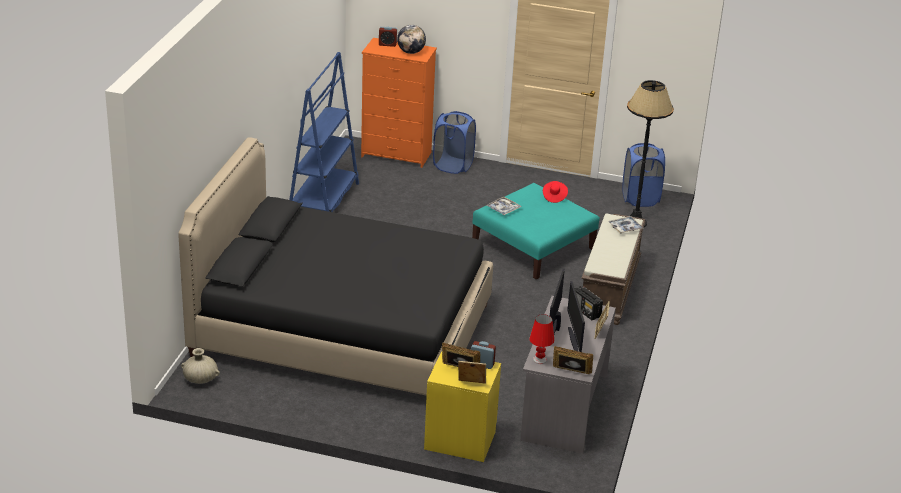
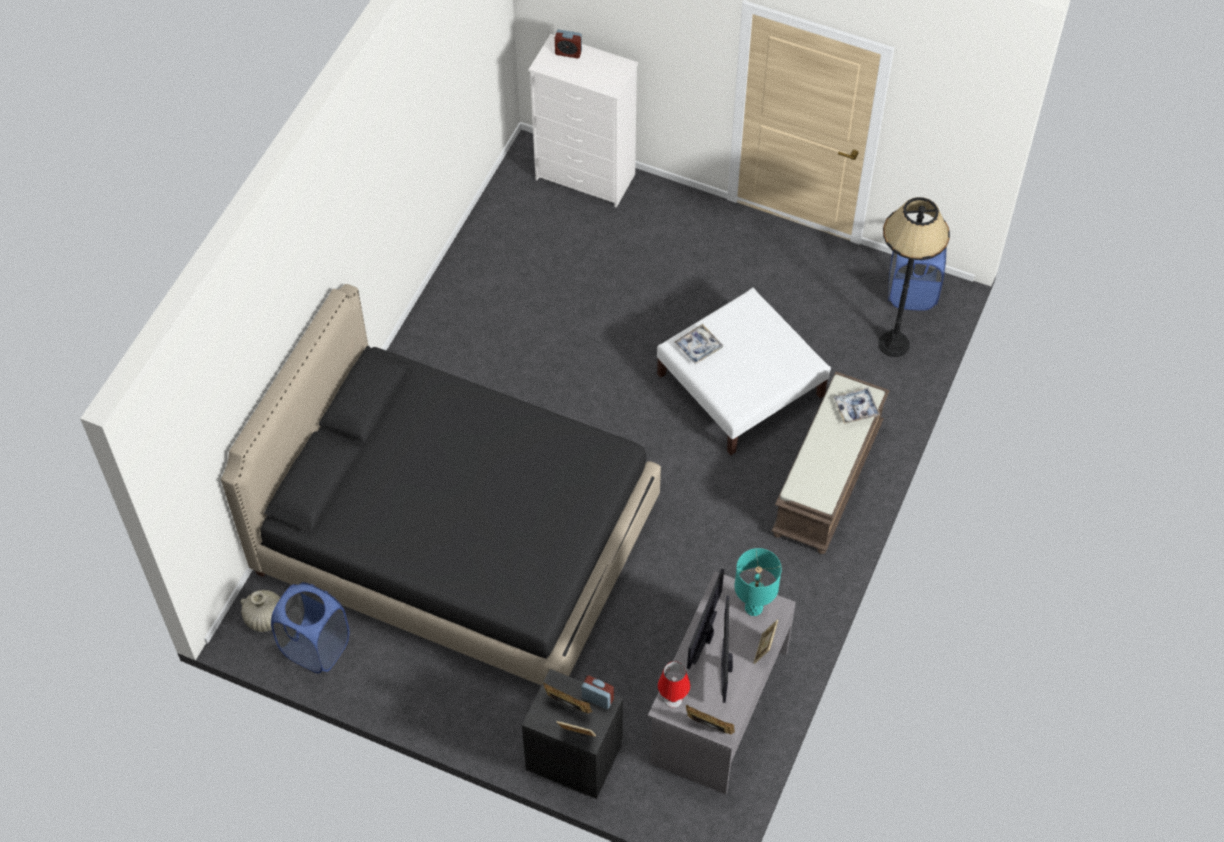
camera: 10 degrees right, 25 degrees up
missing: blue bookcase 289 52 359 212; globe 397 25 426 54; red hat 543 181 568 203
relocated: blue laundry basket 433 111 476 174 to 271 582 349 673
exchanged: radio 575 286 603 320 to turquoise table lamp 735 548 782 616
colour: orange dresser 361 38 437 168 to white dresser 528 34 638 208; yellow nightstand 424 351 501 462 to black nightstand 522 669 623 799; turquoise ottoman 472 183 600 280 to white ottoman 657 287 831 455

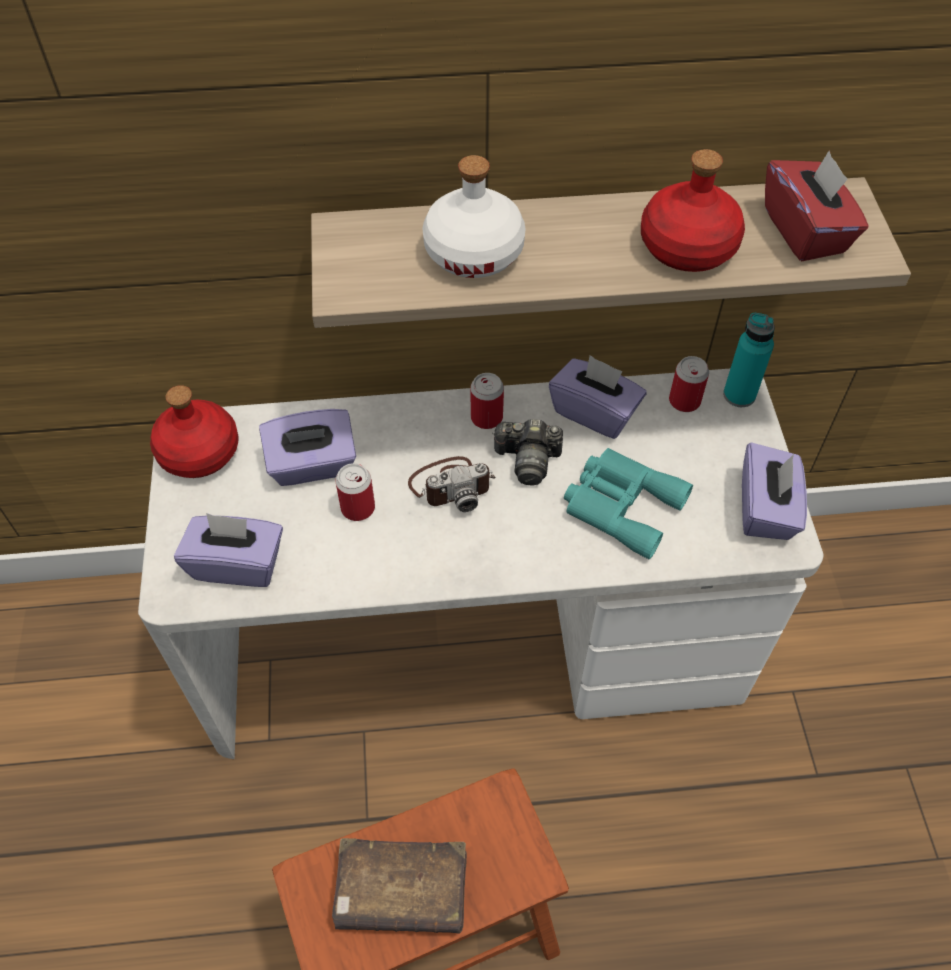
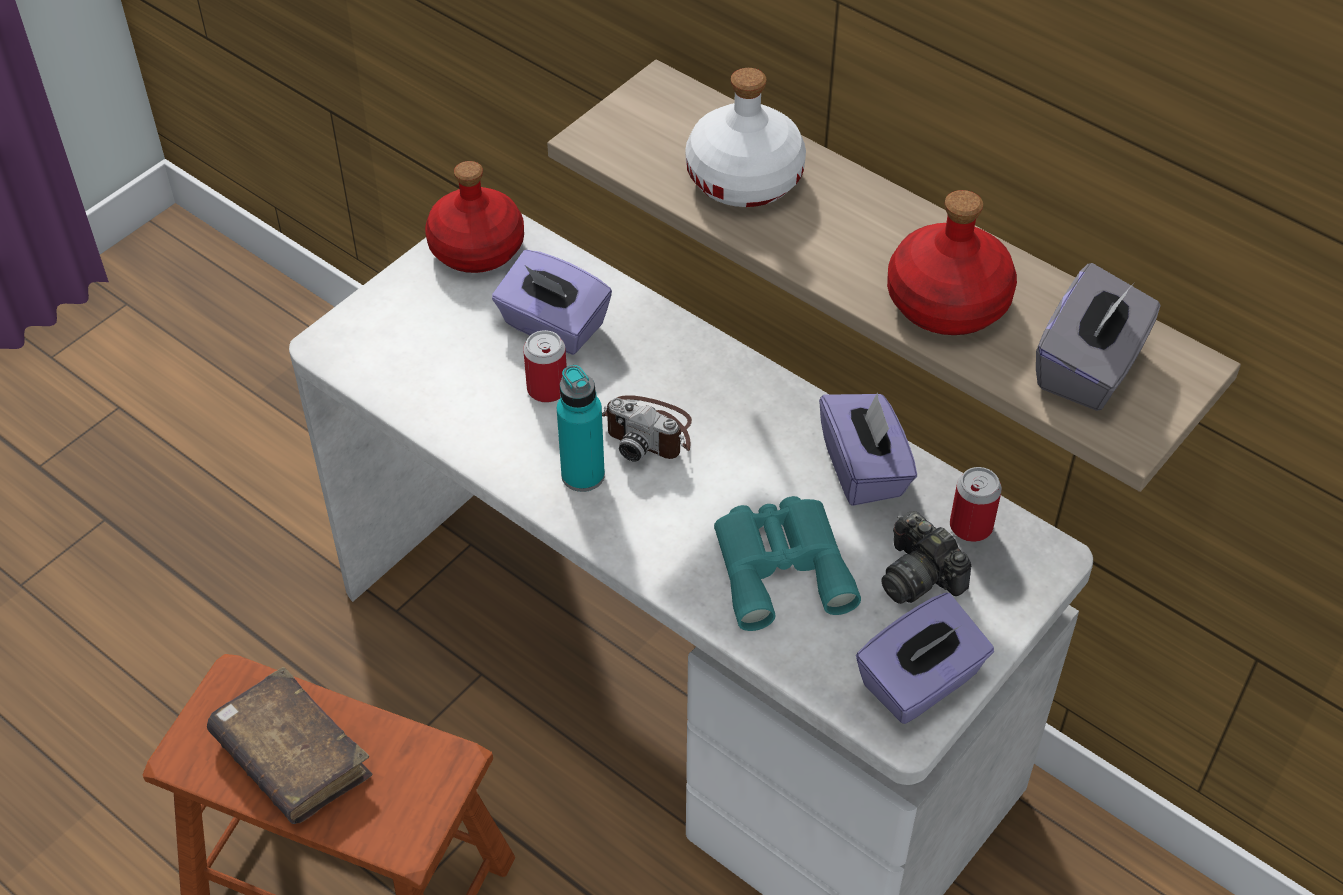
camera: 45 degrees right, 5 degrees down
missing: purple tissue box 174 513 283 587; can 471 373 504 429
relocated: photo camera 492 419 563 485 to 881 511 971 604; turquoise bottle 723 313 775 407 to 557 365 605 492
colour: red tissue box 765 150 869 261 to grey tissue box 1036 263 1161 411

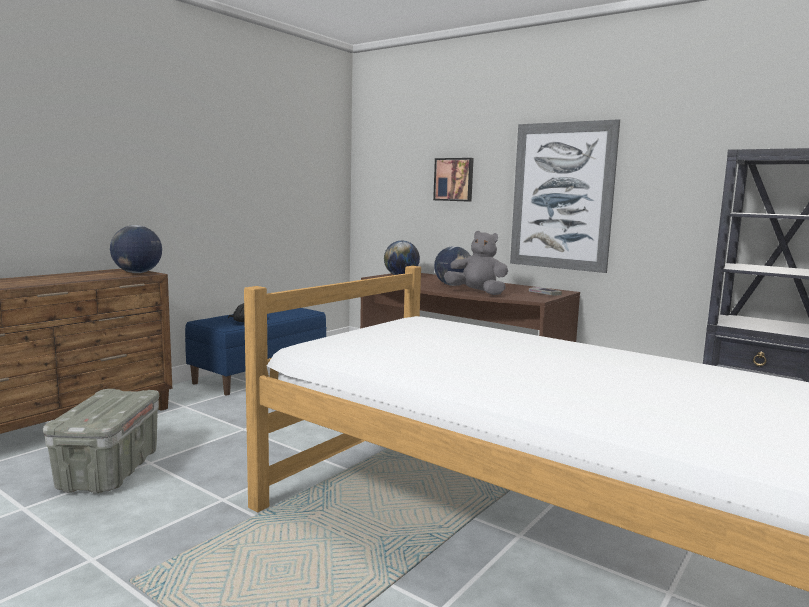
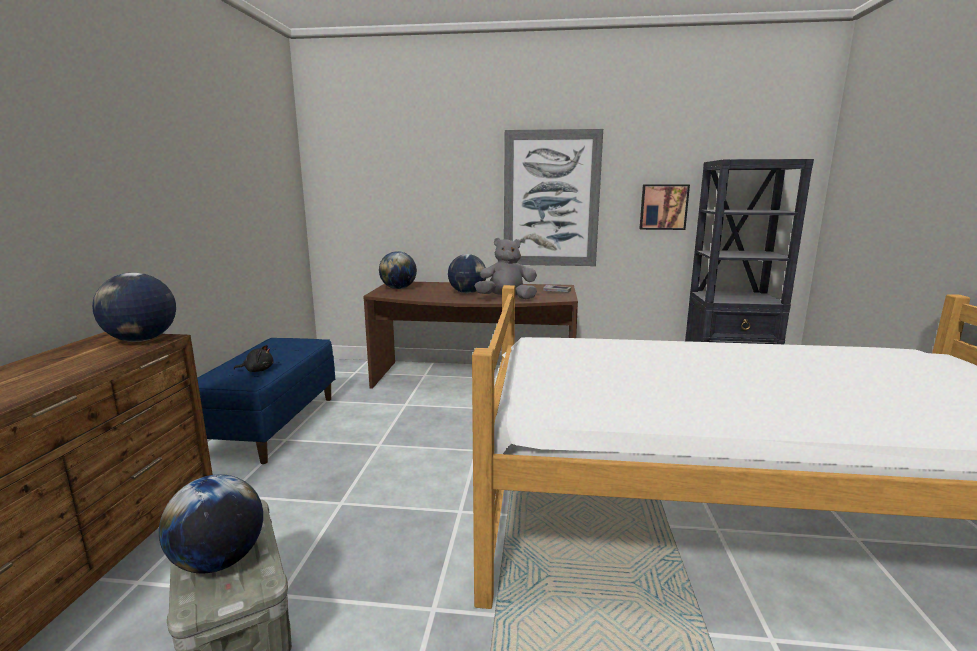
camera: 30 degrees left, 5 degrees up
appeared: globe 159 474 263 573
relocated: picture 433 158 474 202 to 639 185 690 230

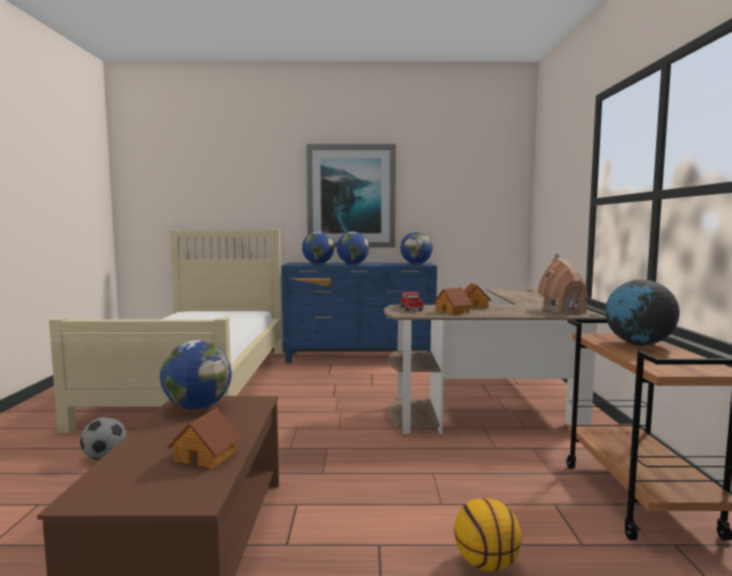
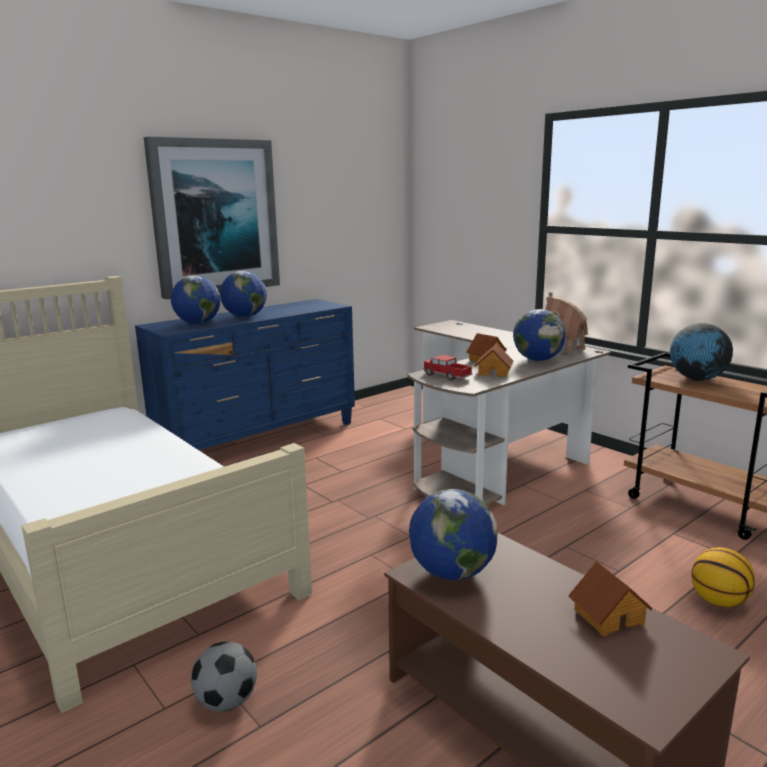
camera: 40 degrees left, 10 degrees up
relocated: globe 400 232 433 264 to 513 309 566 361

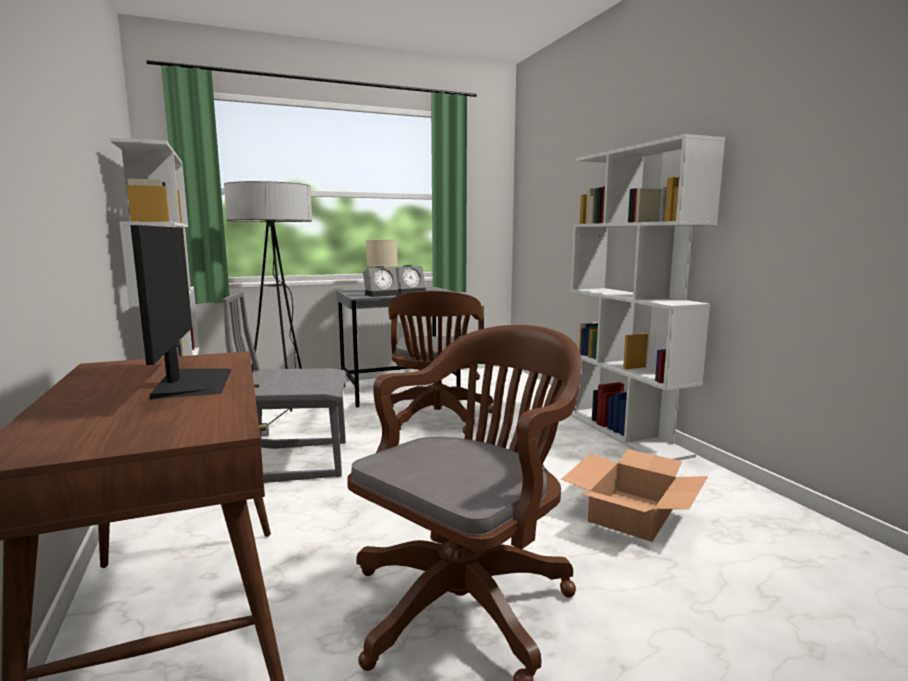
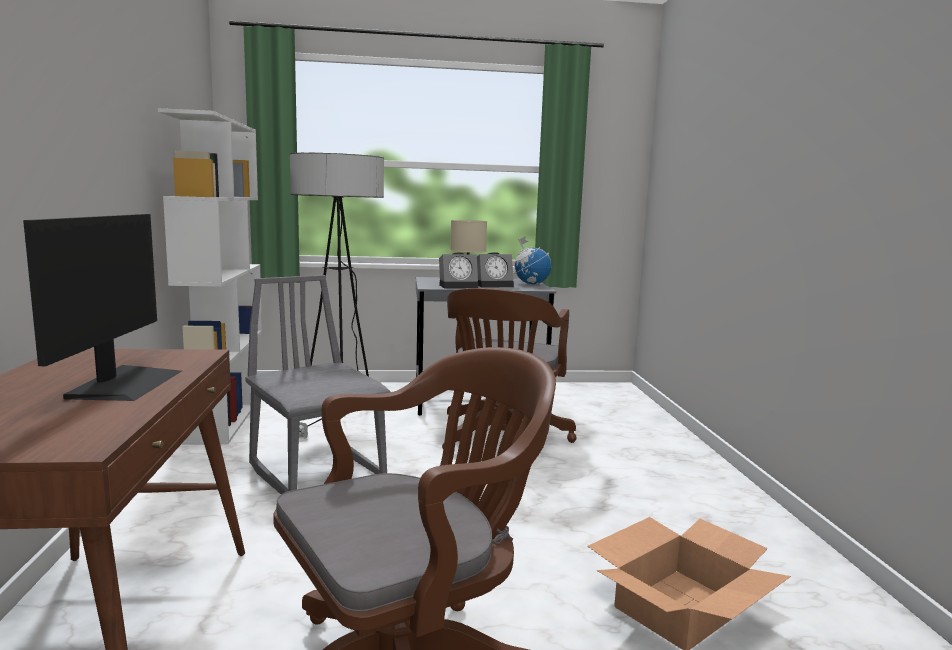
camera: 15 degrees right, 0 degrees up
missing: white bookcase 570 134 725 461
appeared: globe 513 236 551 284
spun: grey chair 223 291 347 483 = 245 275 391 494 45 degrees clockwise

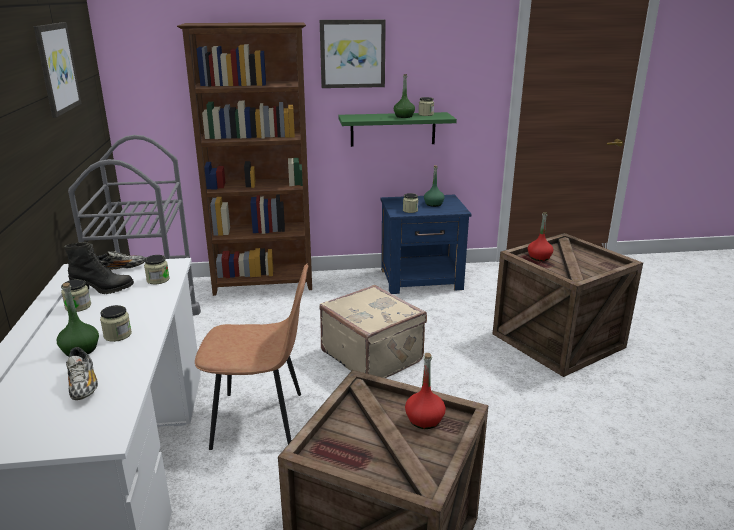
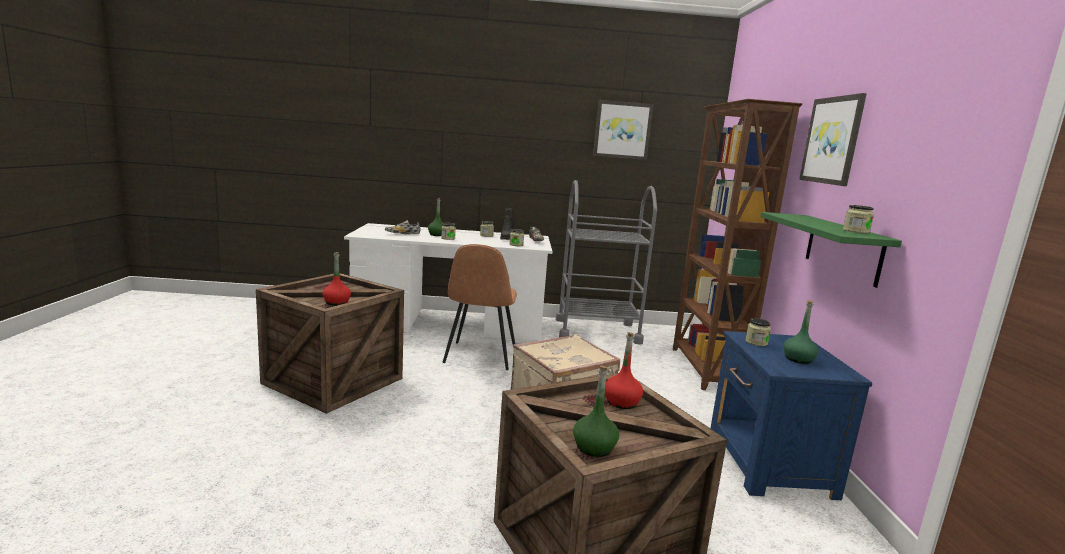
camera: 95 degrees right, 10 degrees down
relocated: green bottle 394 74 415 118 to 573 366 619 457

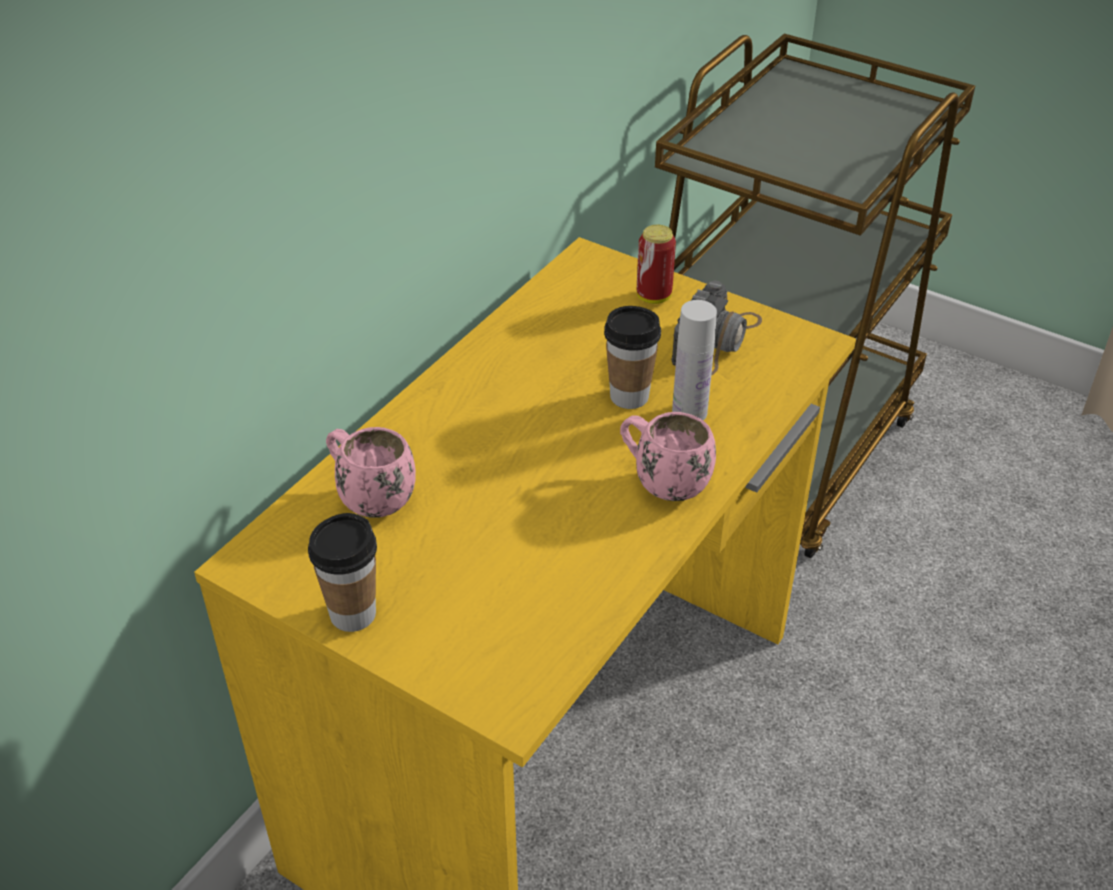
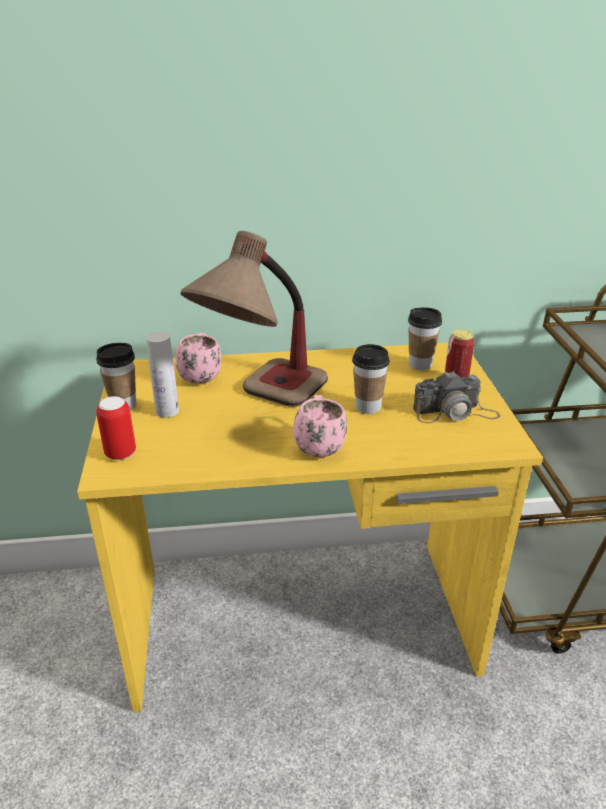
camera: 50 degrees right, 10 degrees down
appeared: can 96 396 136 460; table lamp 180 231 328 407; cup 408 307 442 370
relocated: white bottle 672 300 717 420 to 146 332 179 418

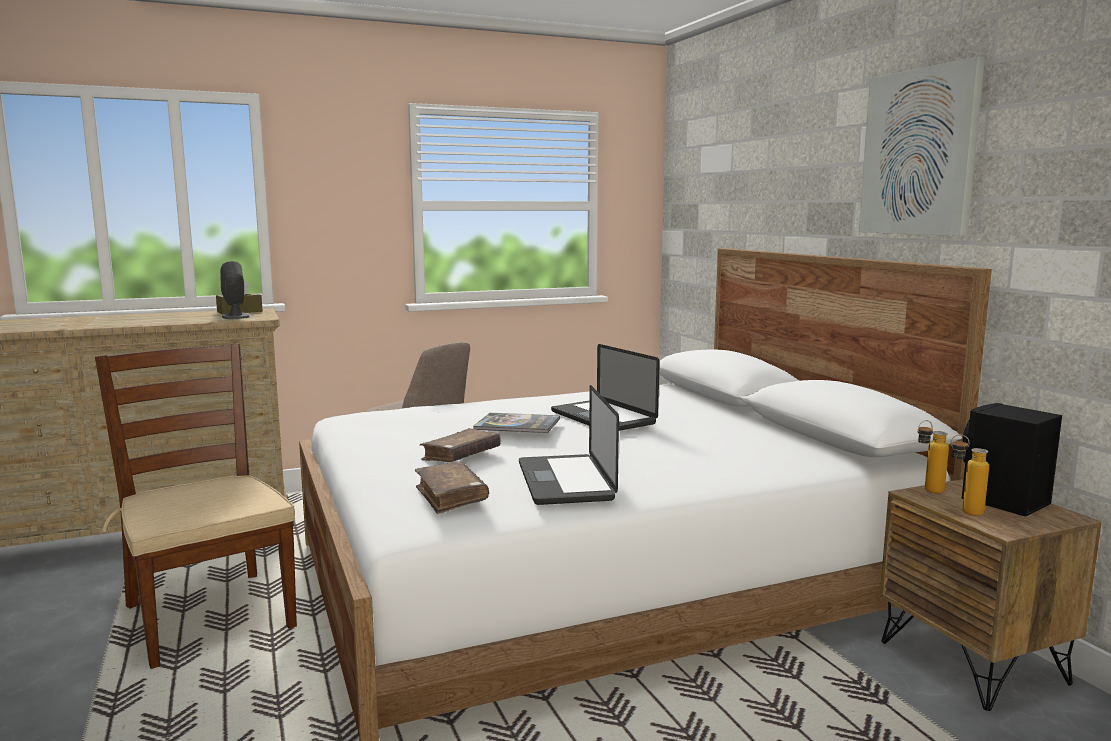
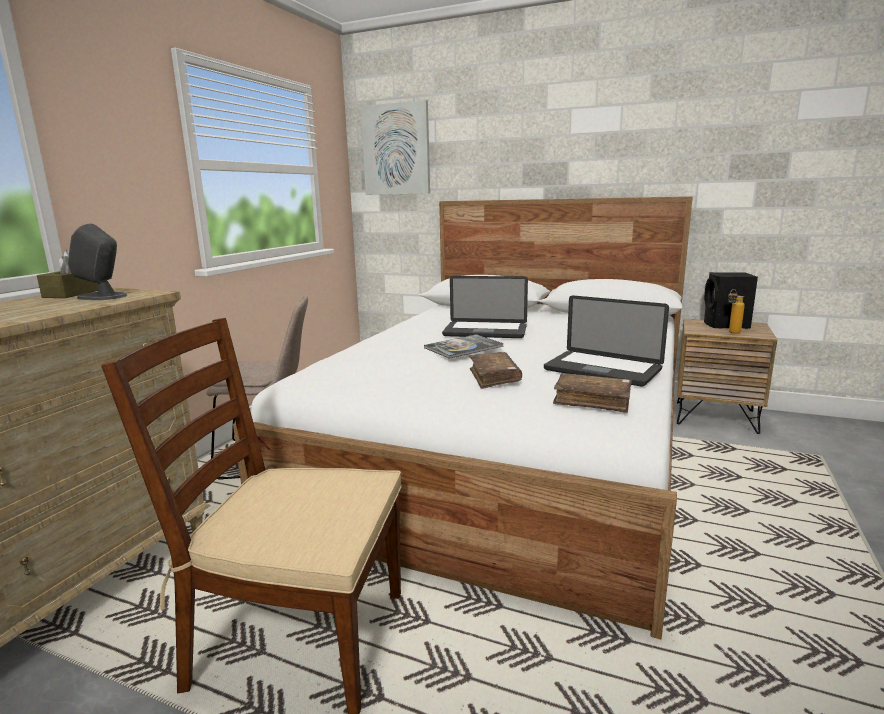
camera: 45 degrees left, 5 degrees up
missing: bottle 918 420 949 494
relocated: picture 859 56 985 236 to 361 100 430 195

